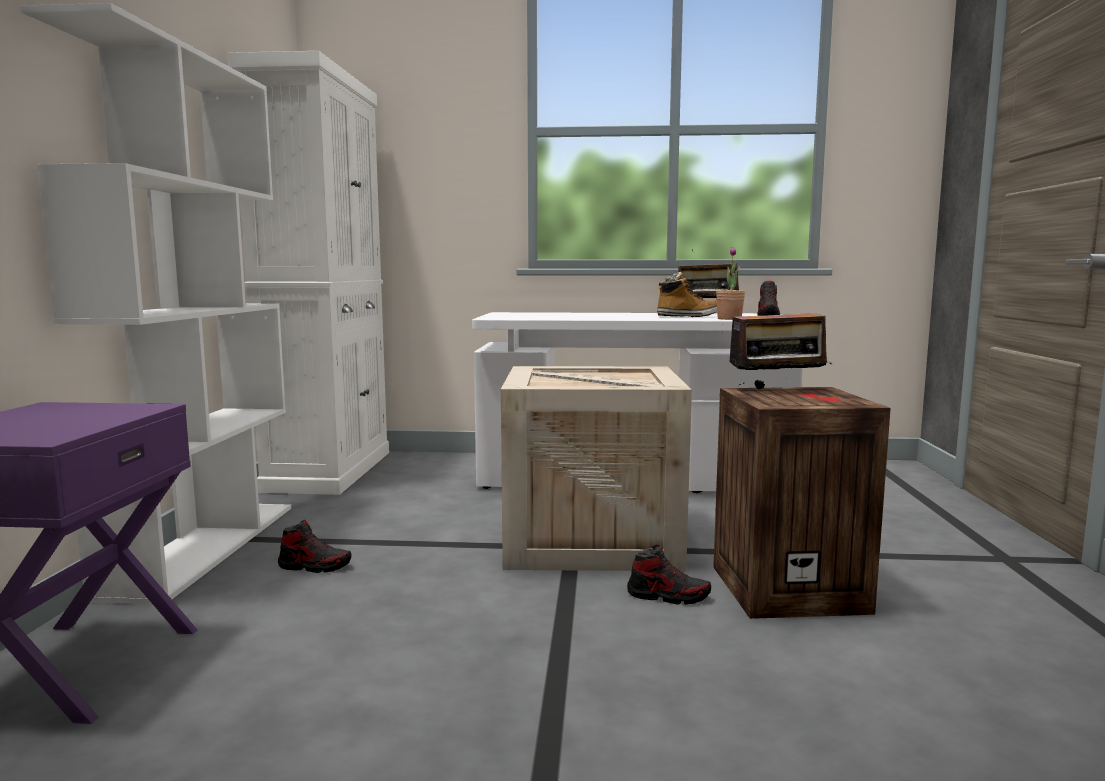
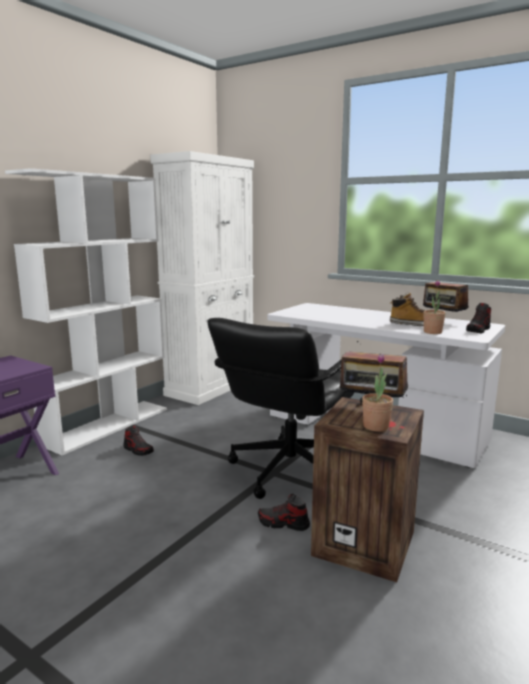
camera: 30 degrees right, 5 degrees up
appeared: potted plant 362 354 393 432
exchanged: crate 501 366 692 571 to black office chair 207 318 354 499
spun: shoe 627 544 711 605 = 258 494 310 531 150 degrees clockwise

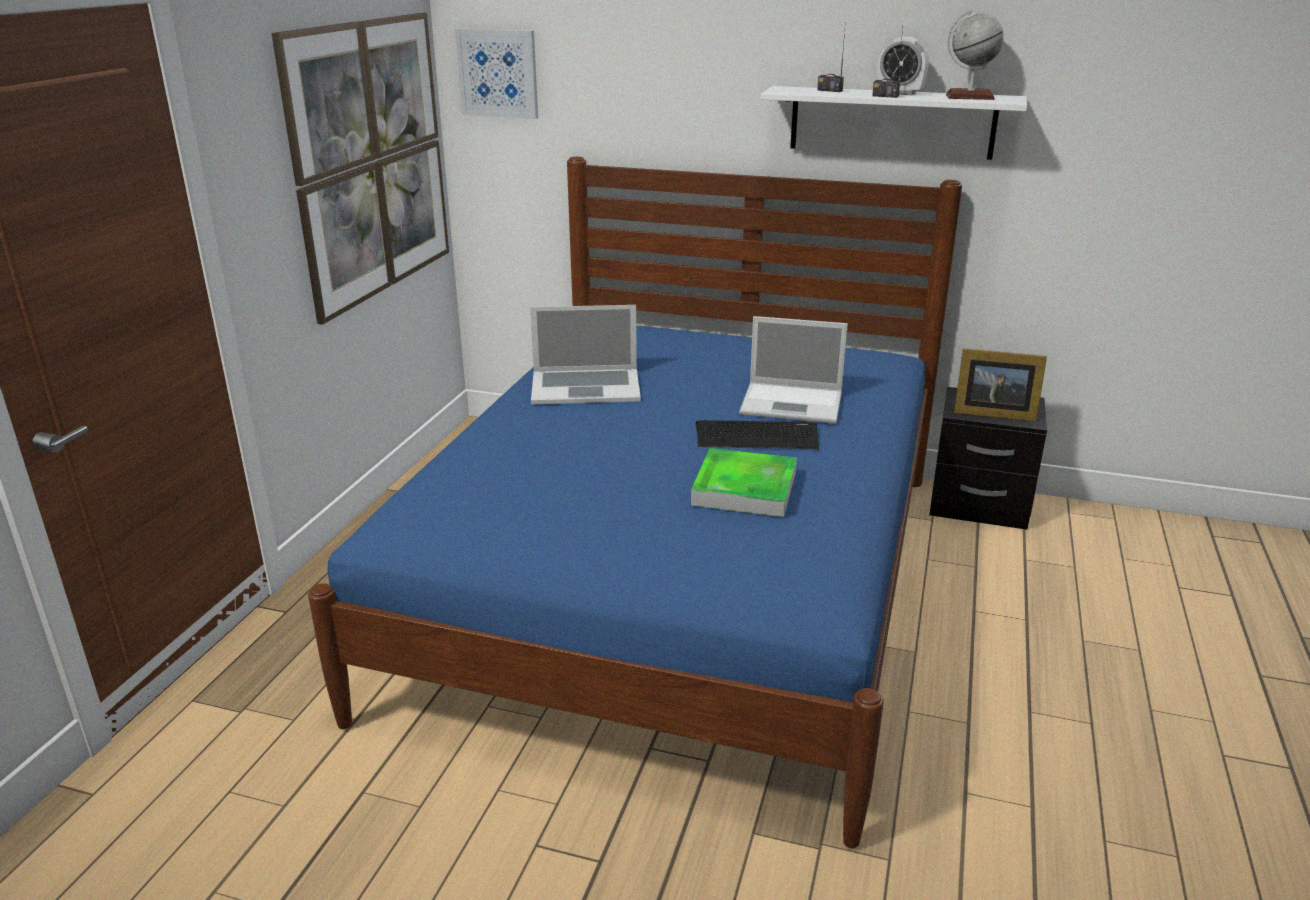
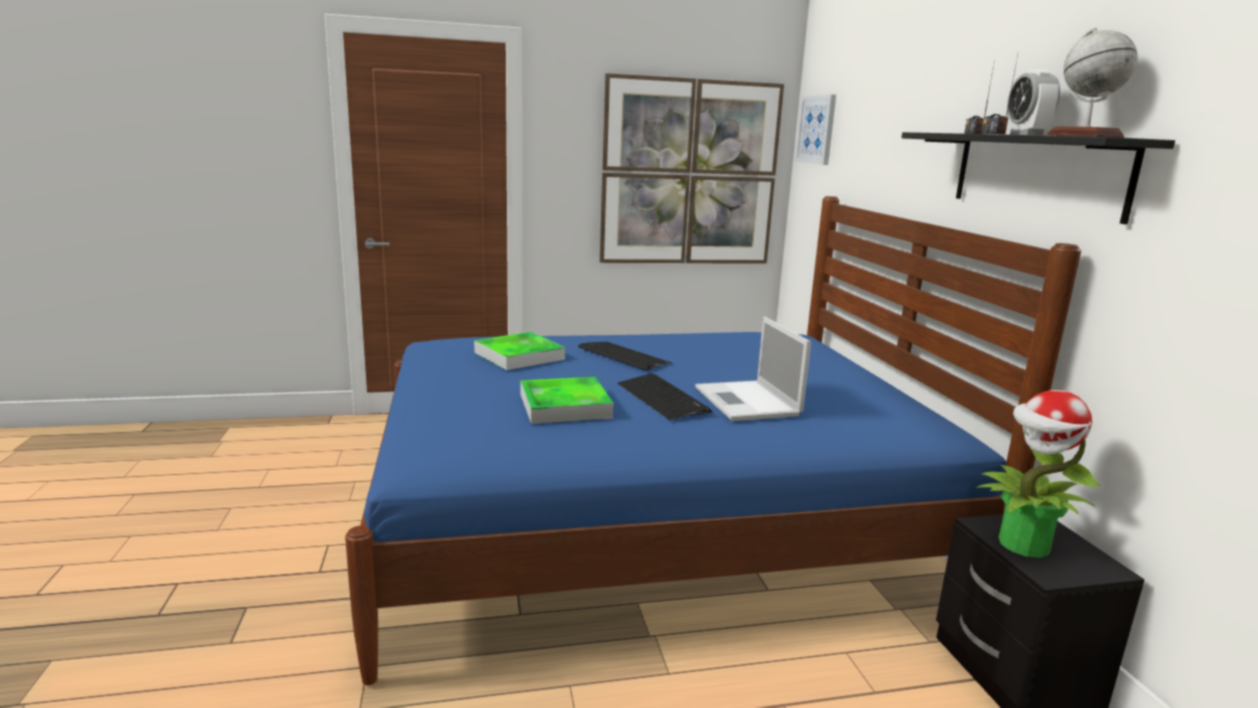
camera: 60 degrees right, 10 degrees down
missing: laptop 530 305 641 405
appeared: tray 474 332 565 370; keyboard 578 342 672 370
exchanged: picture frame 954 348 1047 422 to potted plant 976 390 1100 558
colour: white shelf 761 86 1027 160 to black shelf 901 132 1175 224

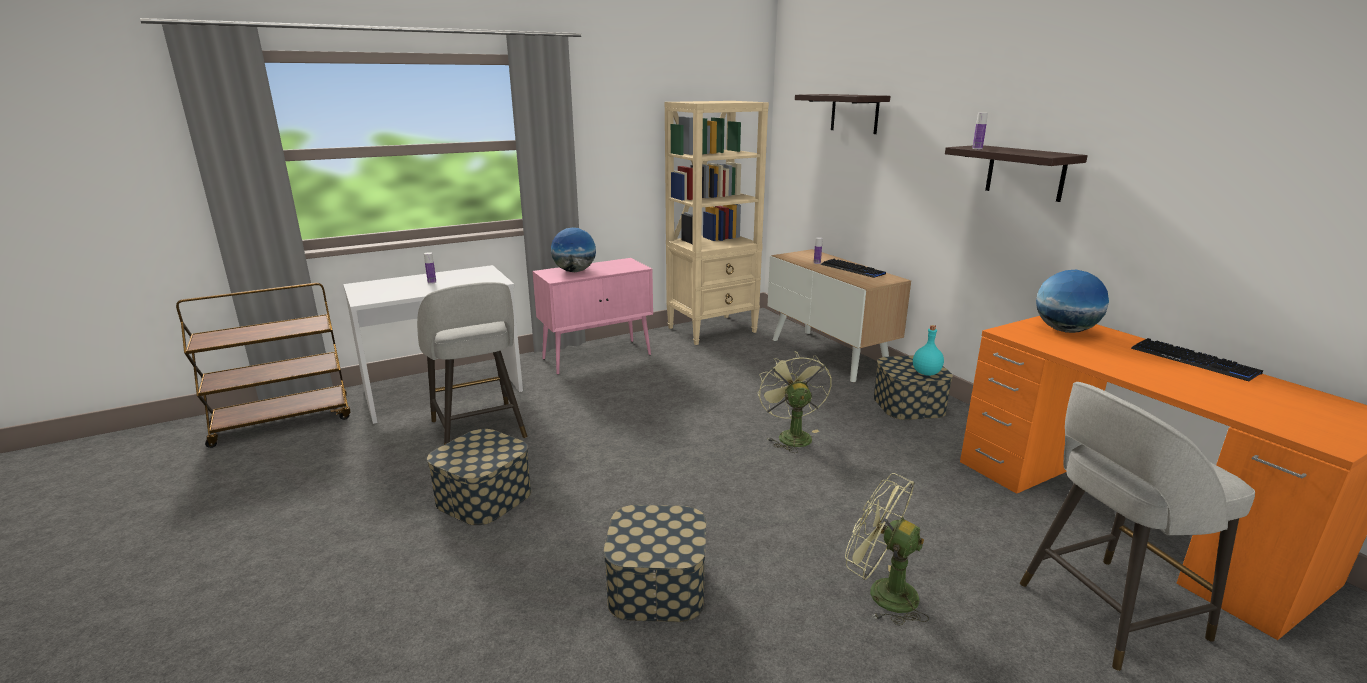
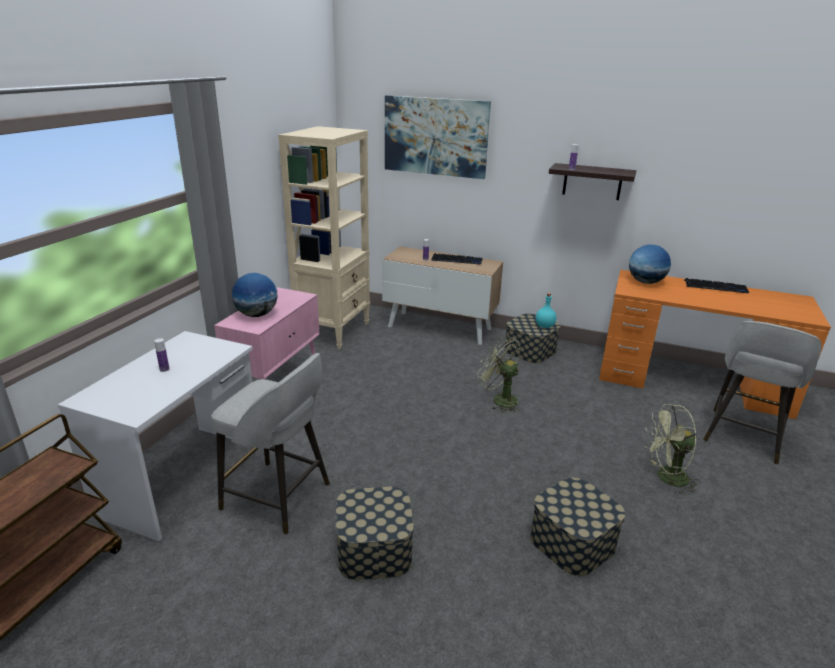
camera: 40 degrees left, 5 degrees up
exchanged: shelf 795 94 890 134 to picture 385 95 491 179

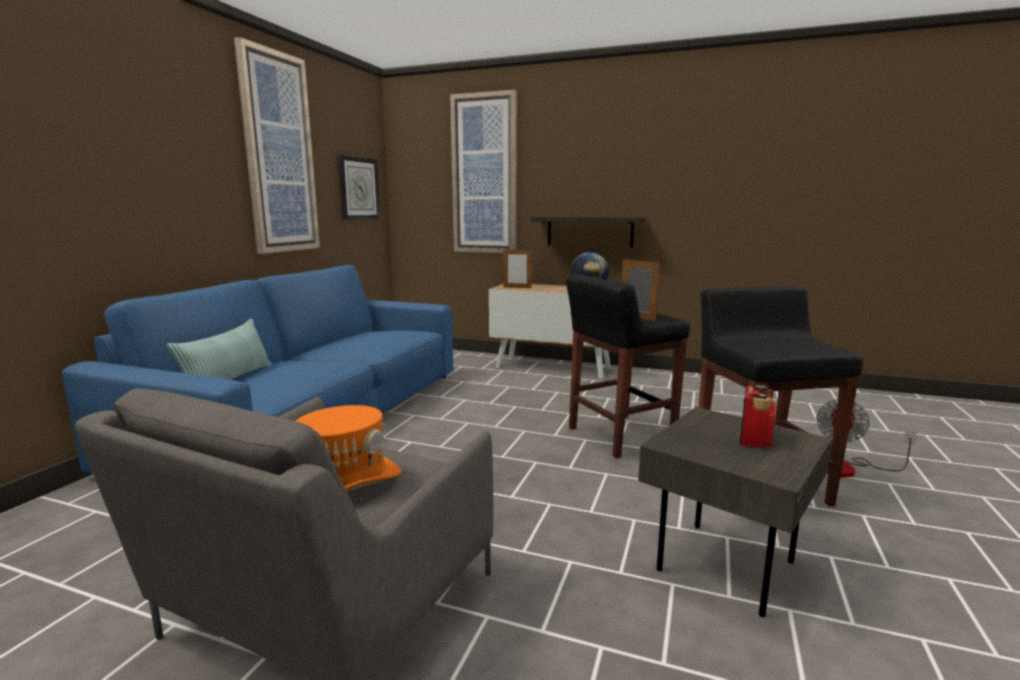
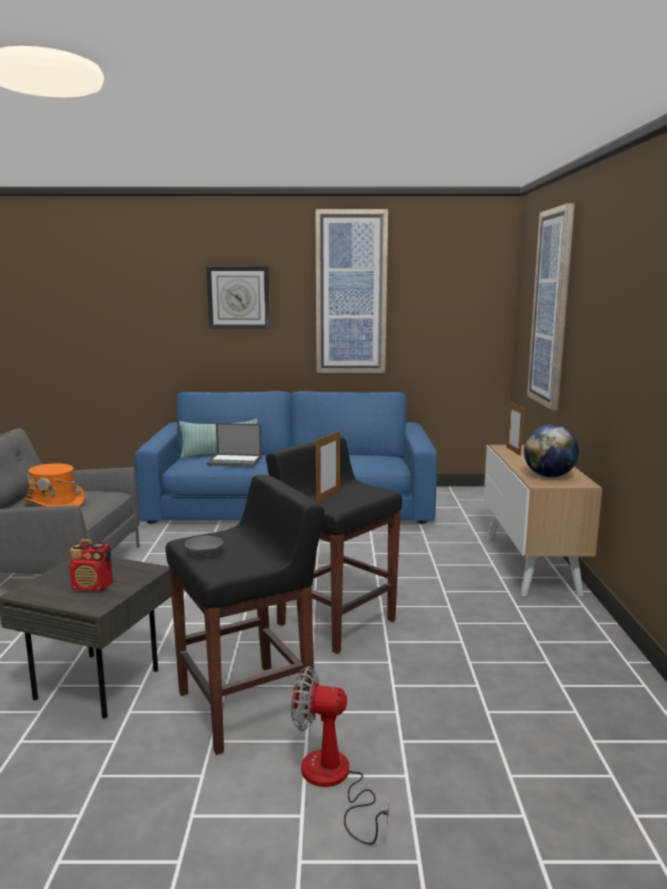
camera: 70 degrees right, 0 degrees up
missing: shelf 531 216 646 248
appeared: grey bowl 185 536 224 557; laptop 206 423 262 467
relocated: wall clock 338 155 380 220 to 206 266 270 329

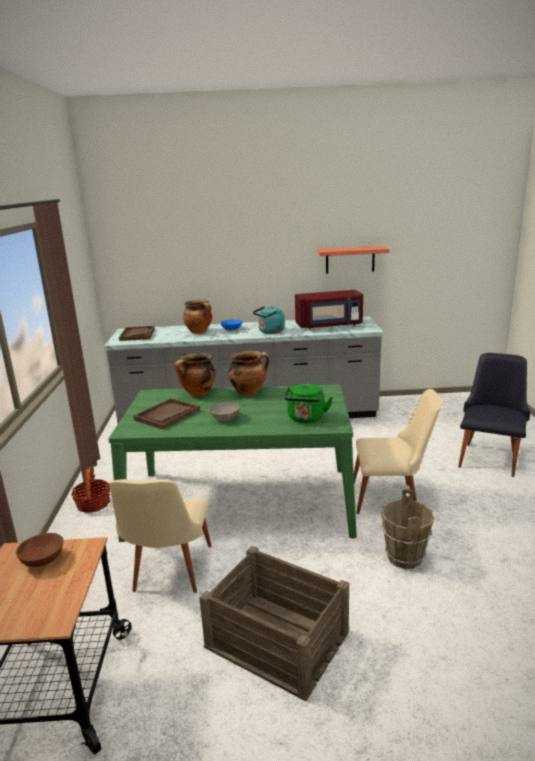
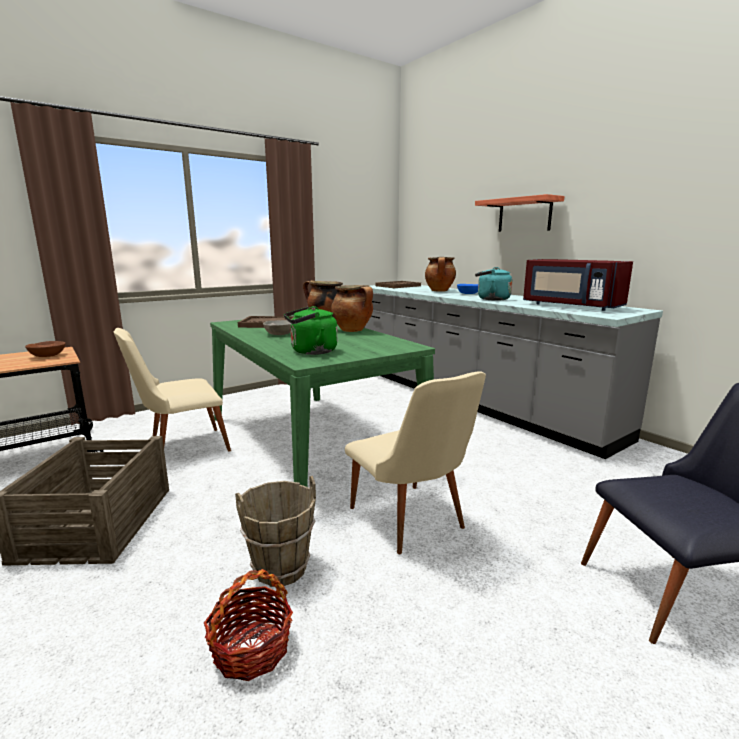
camera: 55 degrees right, 5 degrees down
relocated: basket 71 467 110 513 to 204 569 293 681; shelf 317 246 390 274 to 475 194 565 232

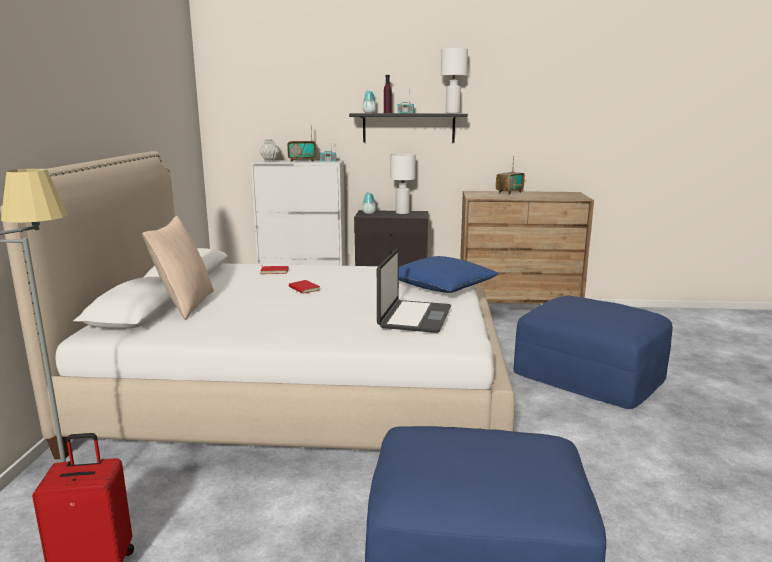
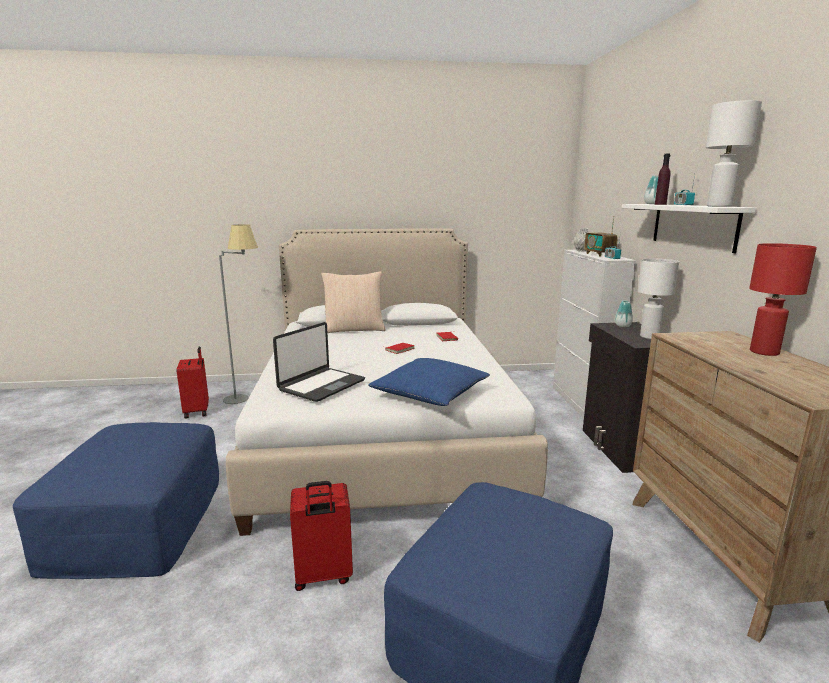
camera: 80 degrees right, 0 degrees up
appeared: red suitcase 290 481 353 591
exchanged: radio 496 156 525 195 to red table lamp 749 243 817 356
colour: black shelf 349 113 468 143 to white shelf 622 204 757 253
spun: laptop 377 249 451 333 = 273 322 365 402 60 degrees counterclockwise

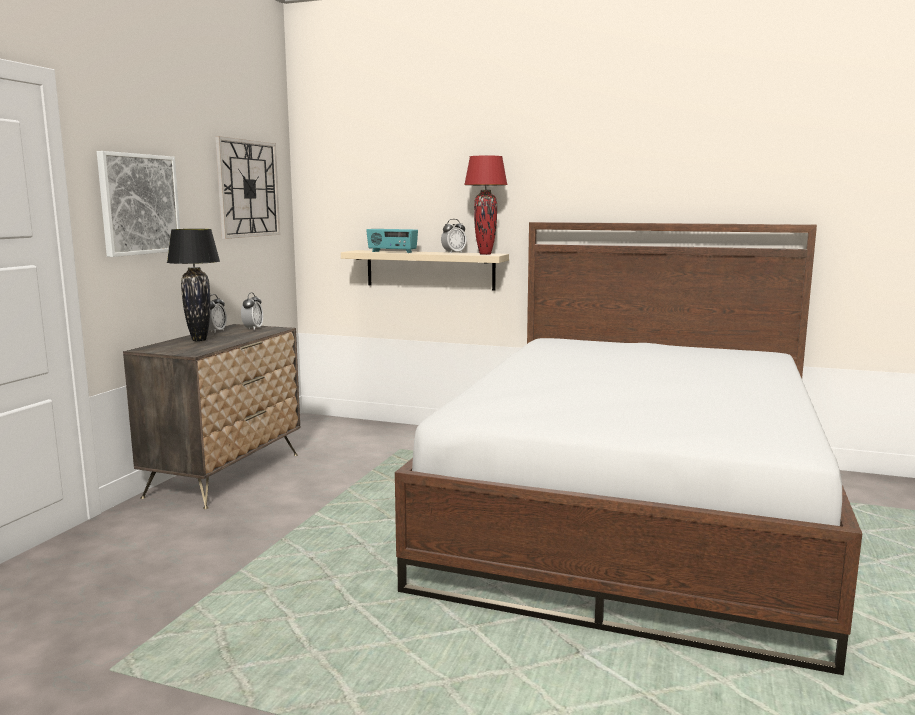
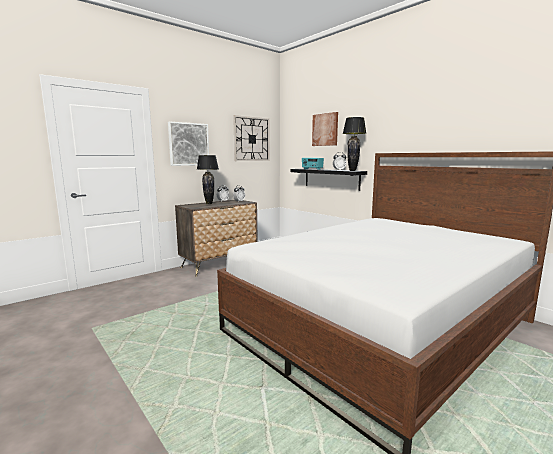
camera: 30 degrees right, 0 degrees up
appeared: picture 312 112 338 146
colour: beige shelf 341 250 509 291 to black shelf 290 169 367 191; red table lamp 464 156 508 255 to black table lamp 343 117 366 171

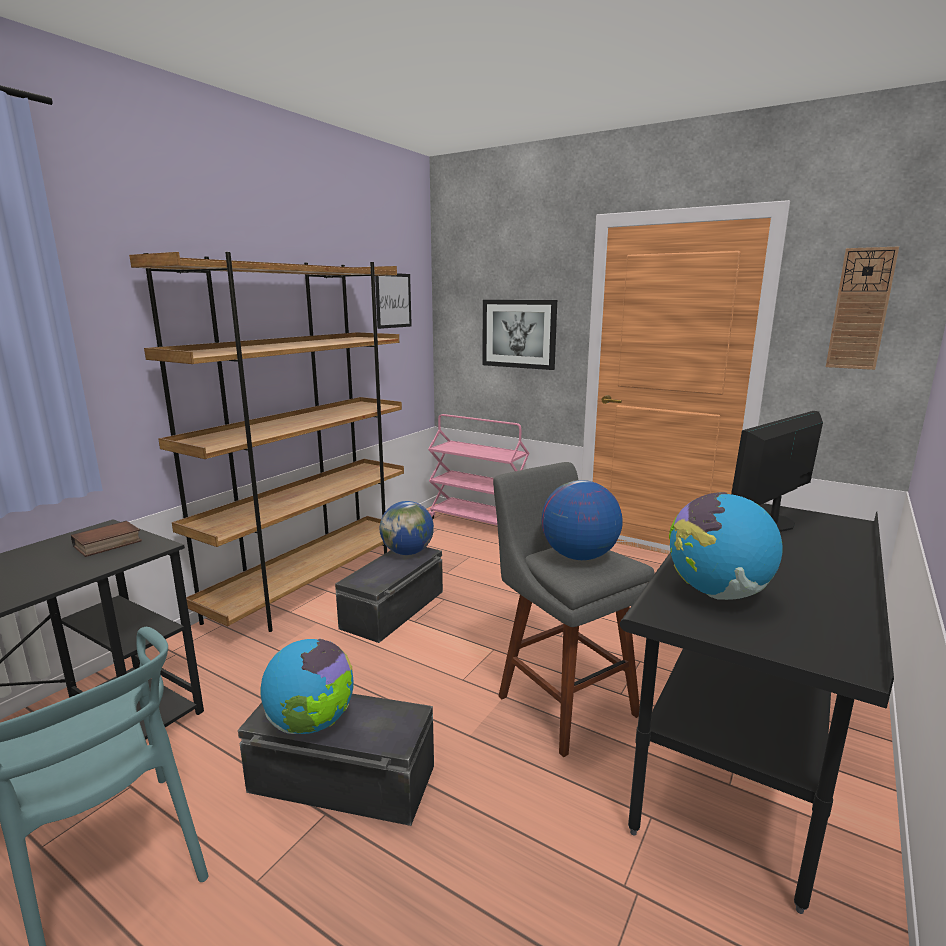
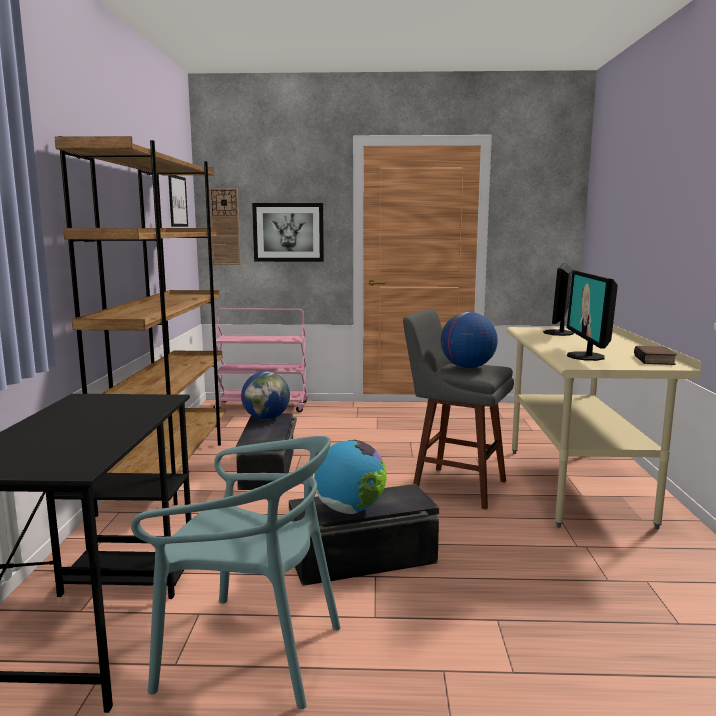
camera: 30 degrees left, 5 degrees down
relocated: book 71 521 142 557 to 634 346 677 365; wall clock 826 246 899 370 to 209 188 241 265
exchanged: globe 669 492 783 600 to monitor 567 270 618 361
colour: black desk 620 503 894 914 to beige desk 507 325 702 529

